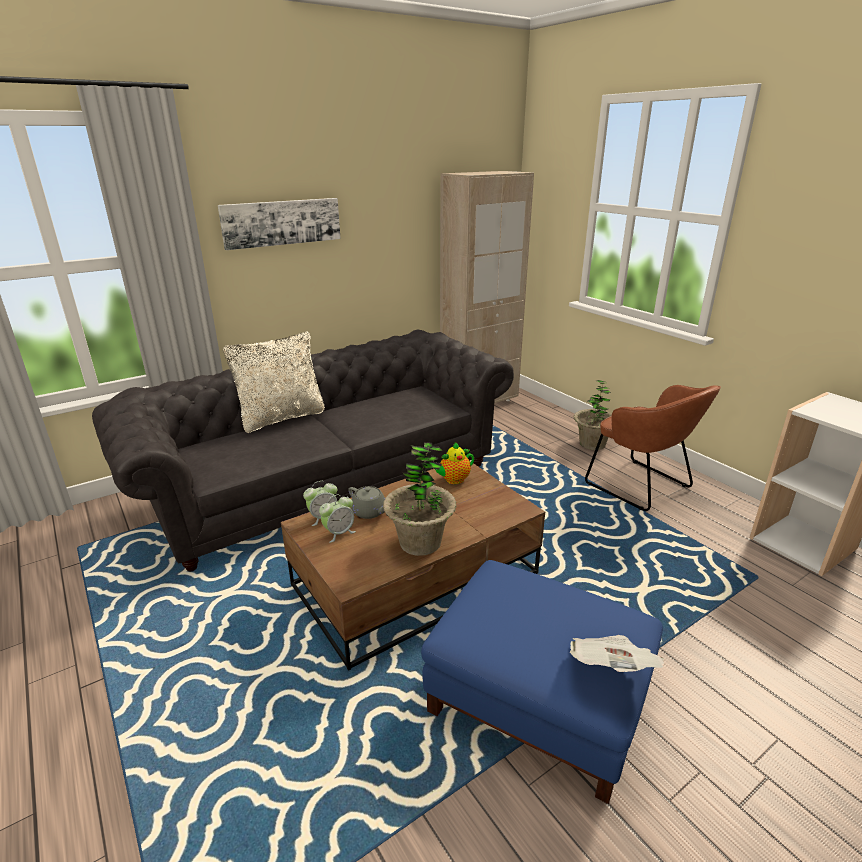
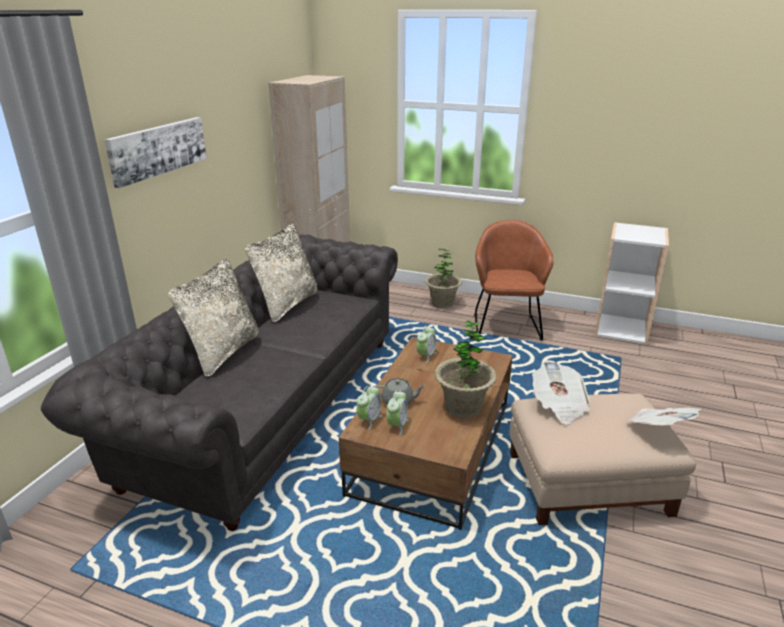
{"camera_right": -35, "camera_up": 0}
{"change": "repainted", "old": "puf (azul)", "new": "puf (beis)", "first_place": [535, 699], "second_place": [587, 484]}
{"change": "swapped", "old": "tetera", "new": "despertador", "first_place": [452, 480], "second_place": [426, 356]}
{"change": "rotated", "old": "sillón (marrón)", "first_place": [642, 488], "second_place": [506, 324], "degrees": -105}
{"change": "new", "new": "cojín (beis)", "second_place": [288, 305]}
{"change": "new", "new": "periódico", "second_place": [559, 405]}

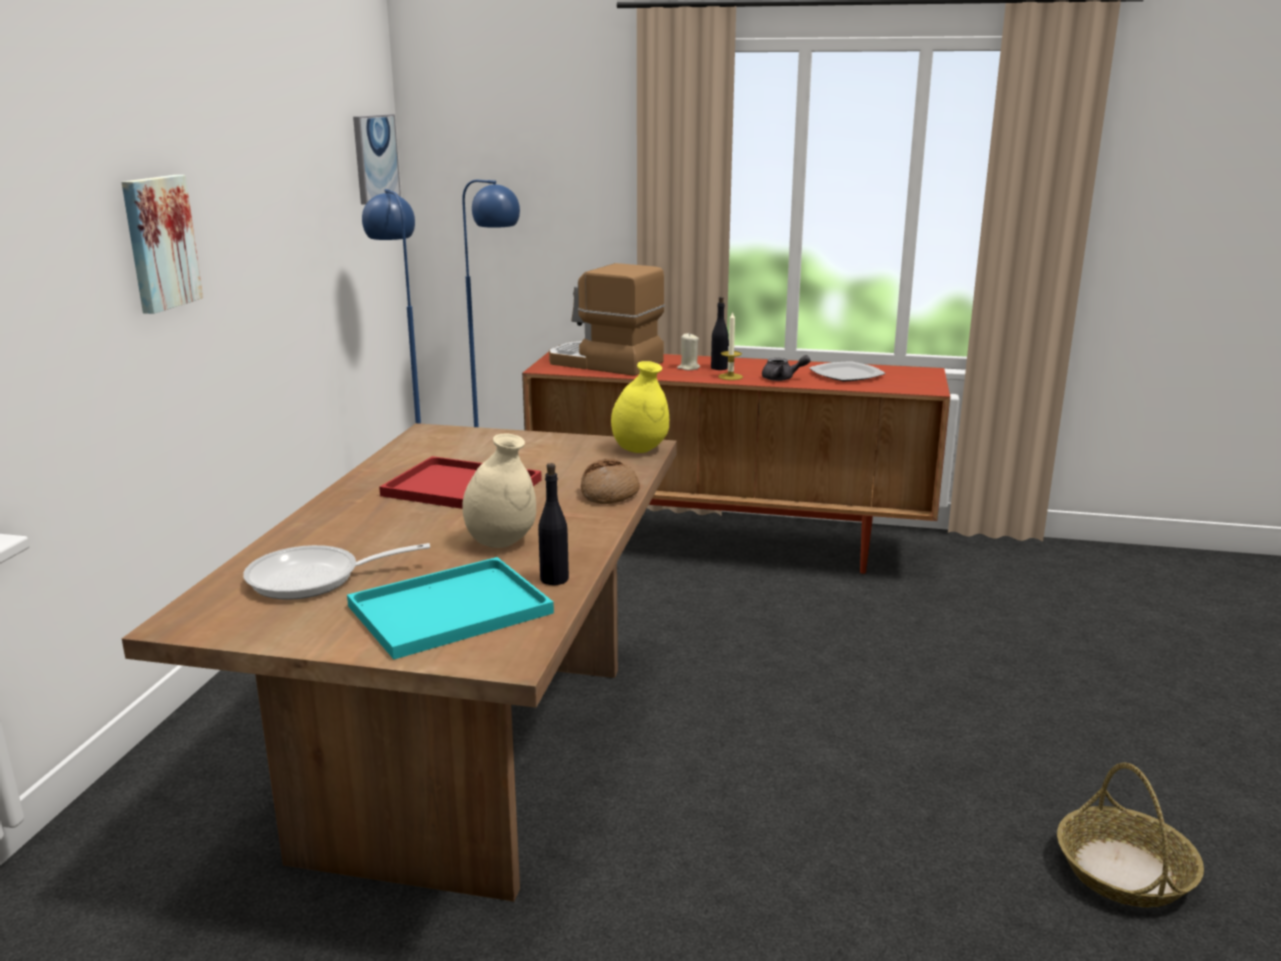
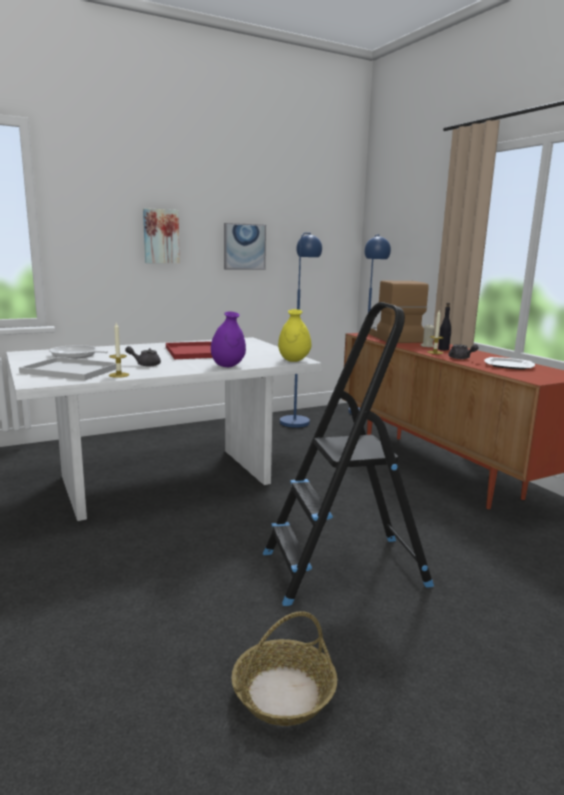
{"camera_right": 50, "camera_up": -5}
{"change": "repainted", "old": "mesa de comedor (marrón)", "new": "mesa de comedor (blanco)", "first_place": [475, 755], "second_place": [165, 481]}
{"change": "repainted", "old": "bandeja (turquesa)", "new": "bandeja (blanco)", "first_place": [447, 611], "second_place": [68, 370]}
{"change": "shifted", "old": "cuadro", "first_place": [375, 158], "second_place": [244, 246]}
{"change": "swapped", "old": "florero (beis)", "new": "tetera (gris)", "first_place": [501, 542], "second_place": [145, 364]}
{"change": "swapped", "old": "botella (negro)", "new": "vela", "first_place": [554, 579], "second_place": [119, 375]}
{"change": "swapped", "old": "pan", "new": "florero (morado)", "first_place": [610, 493], "second_place": [228, 366]}
{"change": "new", "new": "escalera de tijera (negro)", "second_place": [342, 569]}

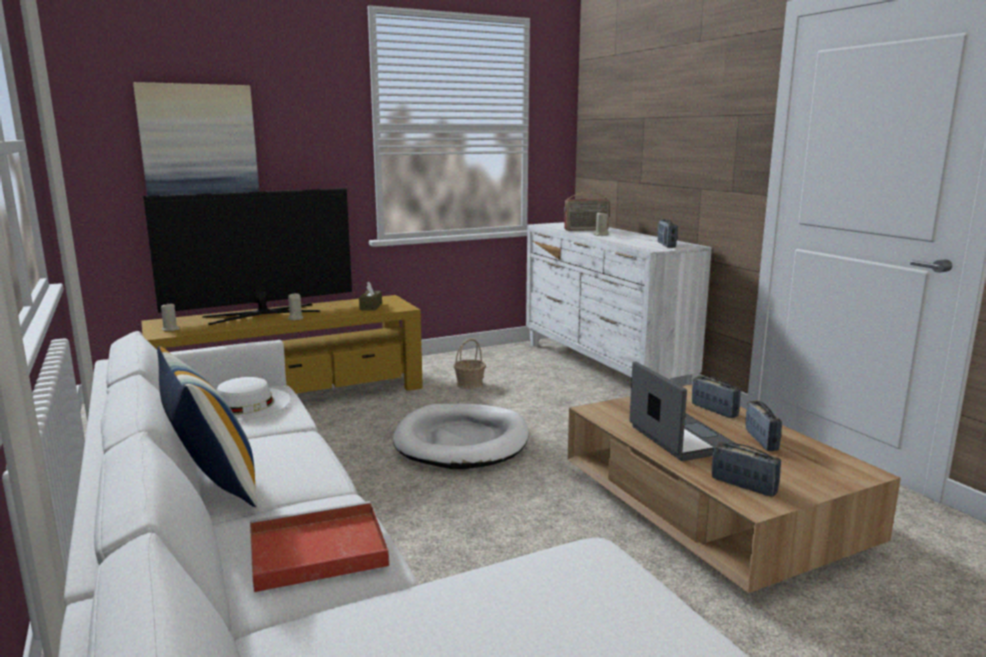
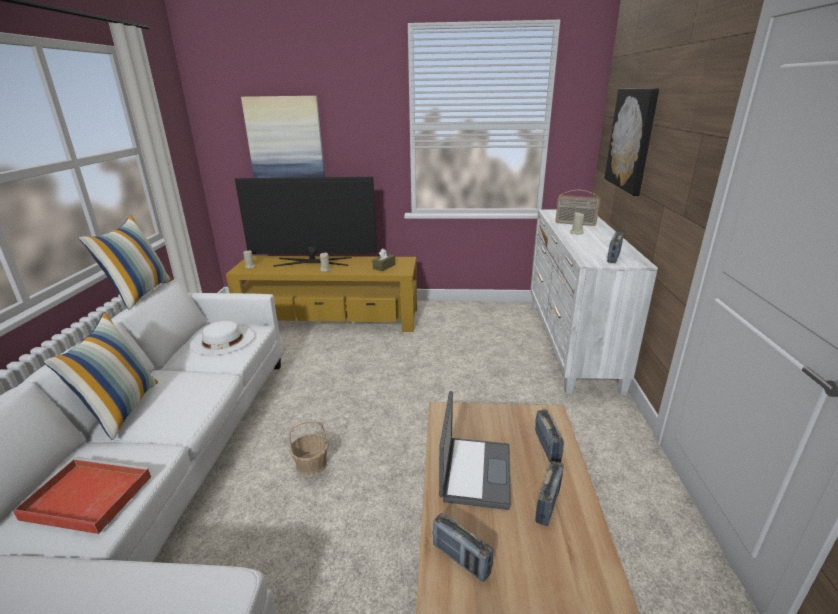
{"camera_right": 30, "camera_up": 10}
{"change": "gone", "old": "cama para perro (blanco)", "first_place": [462, 441]}
{"change": "shifted", "old": "cesta", "first_place": [470, 384], "second_place": [312, 465]}
{"change": "rotated", "old": "radio", "first_place": [743, 486], "second_place": [461, 559], "degrees": 150}
{"change": "new", "new": "cojín", "second_place": [140, 293]}
{"change": "new", "new": "cuadro", "second_place": [631, 139]}

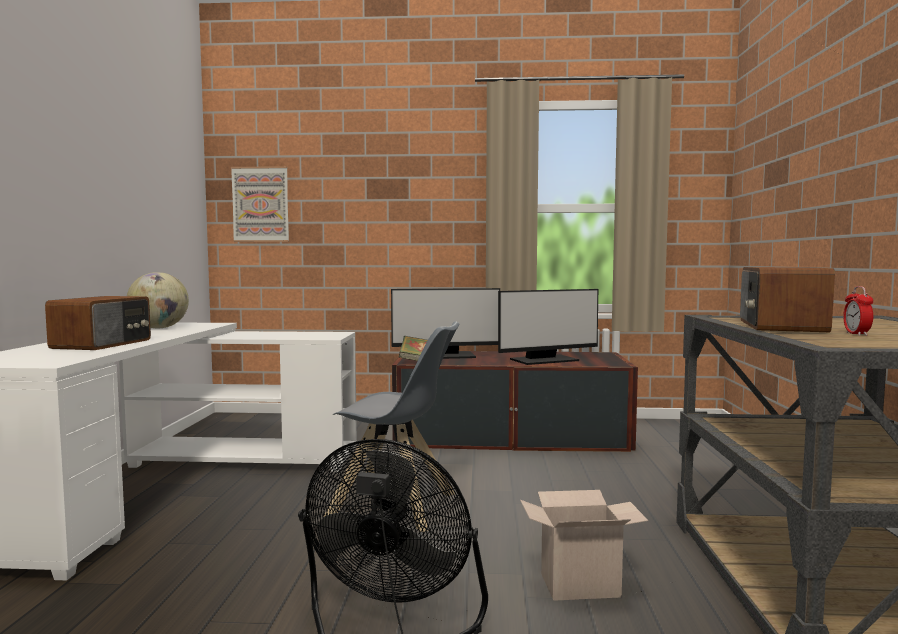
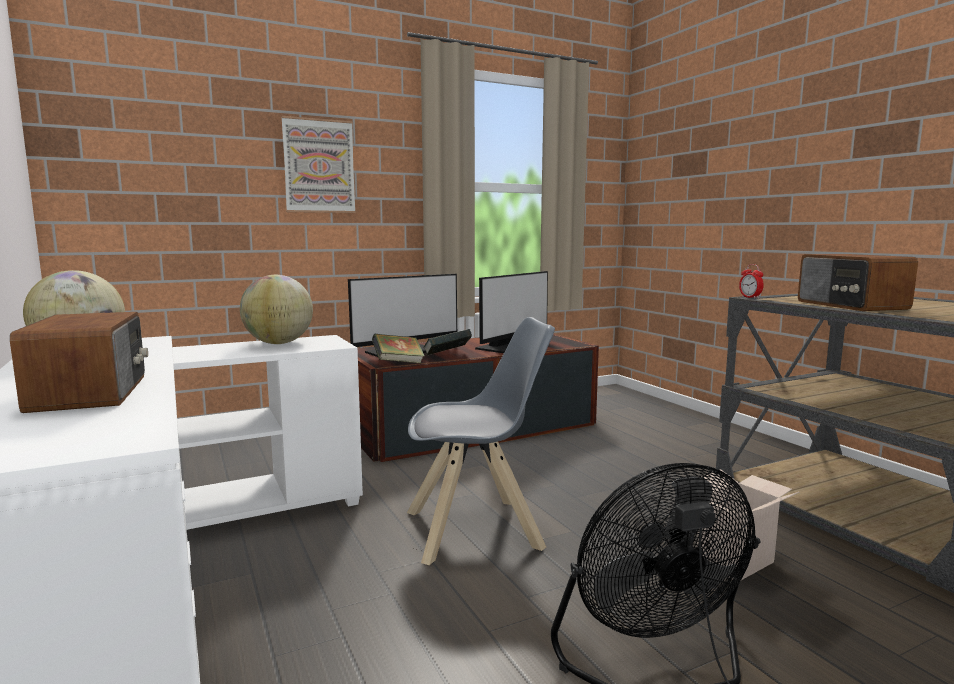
{"camera_right": -30, "camera_up": 5}
{"change": "shifted", "old": "cuadro", "first_place": [260, 204], "second_place": [319, 166]}
{"change": "shifted", "old": "despertador", "first_place": [856, 334], "second_place": [750, 297]}
{"change": "new", "new": "globo terráqueo", "second_place": [278, 343]}
{"change": "new", "new": "libro", "second_place": [447, 356]}

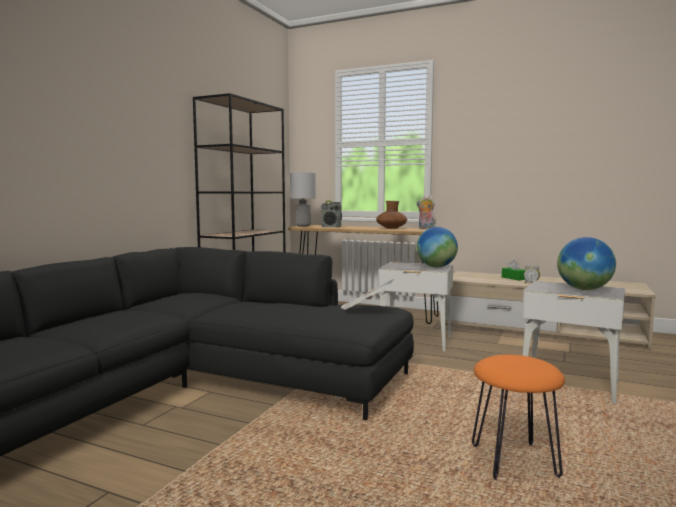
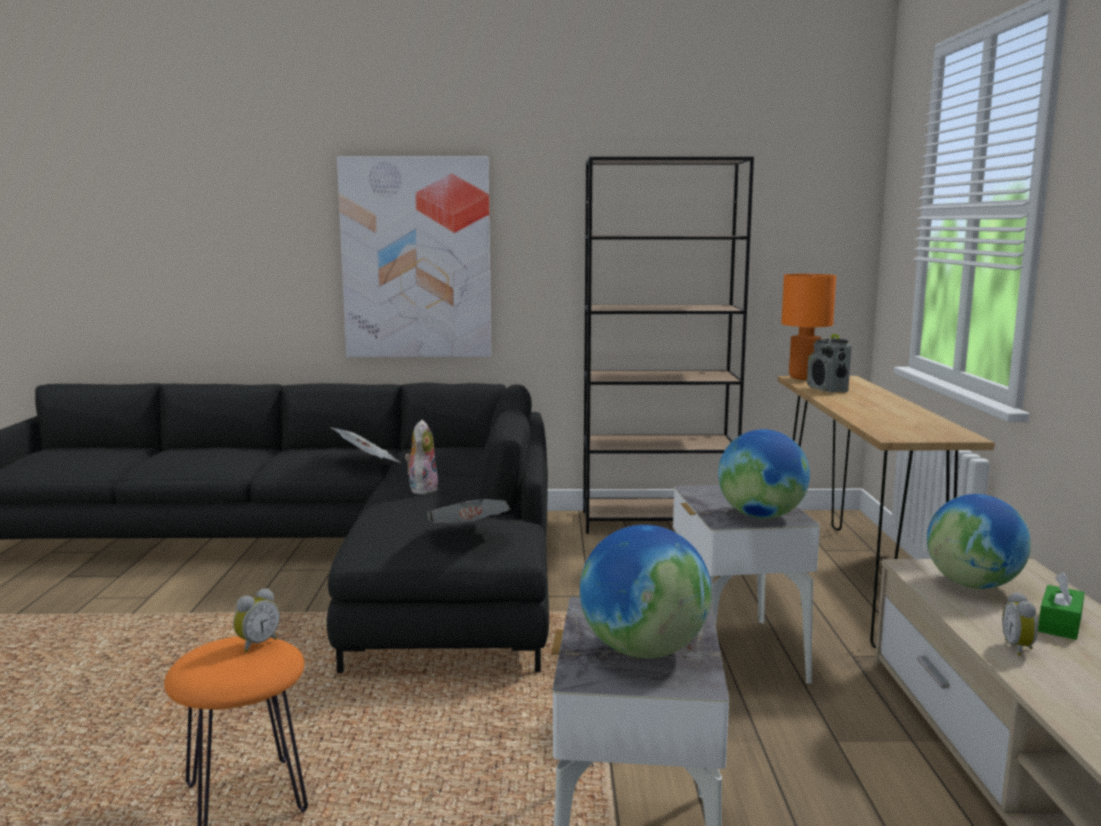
{"camera_right": 65, "camera_up": 5}
{"change": "repainted", "old": "lámpara de mesa (gris)", "new": "lámpara de mesa (naranja)", "first_place": [303, 226], "second_place": [803, 379]}
{"change": "gone", "old": "florero (marrón)", "first_place": [391, 228]}
{"change": "shifted", "old": "peluche", "first_place": [426, 229], "second_place": [422, 489]}
{"change": "new", "new": "despertador", "second_place": [256, 644]}
{"change": "new", "new": "periódico", "second_place": [367, 462]}
{"change": "new", "new": "cuadro", "second_place": [416, 258]}
{"change": "new", "new": "globo terráqueo", "second_place": [973, 585]}

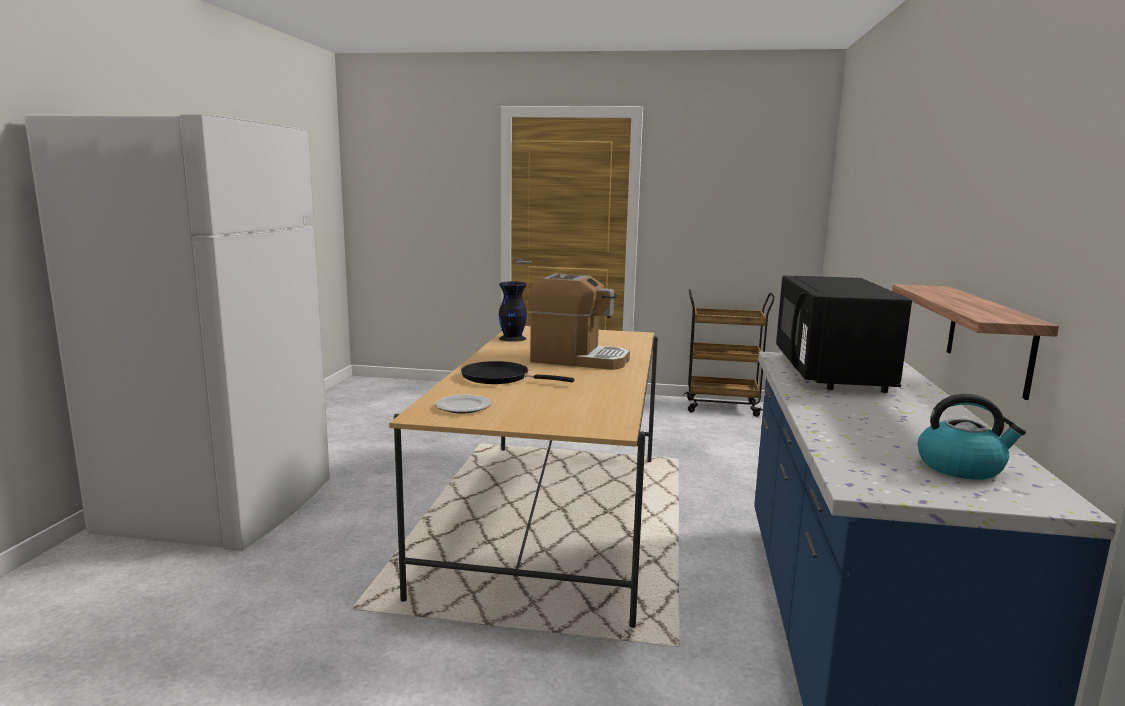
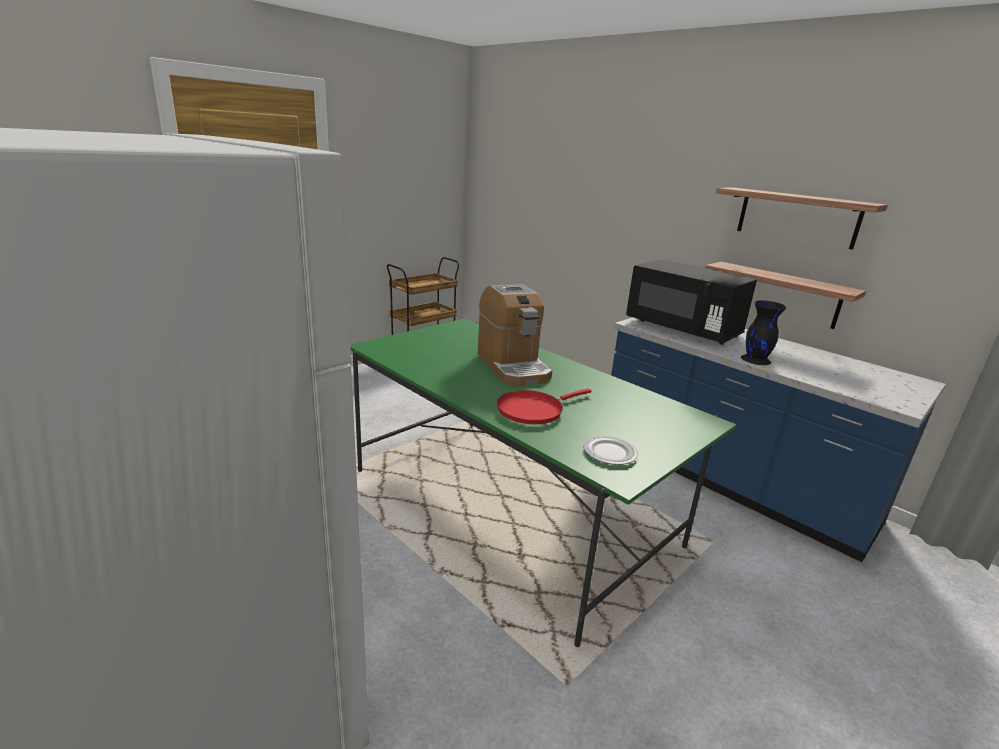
{"camera_right": -55, "camera_up": 10}
{"change": "repainted", "old": "mesa de comedor (beis)", "new": "mesa de comedor (verde)", "first_place": [551, 517], "second_place": [510, 507]}
{"change": "repainted", "old": "sartén (negro)", "new": "sartén (rojo)", "first_place": [500, 378], "second_place": [533, 410]}
{"change": "shifted", "old": "florero (negro)", "first_place": [512, 338], "second_place": [756, 359]}
{"change": "rotated", "old": "cafetera", "first_place": [578, 359], "second_place": [513, 366], "degrees": 105}
{"change": "gone", "old": "hervidor", "first_place": [961, 467]}
{"change": "new", "new": "estante", "second_place": [797, 217]}

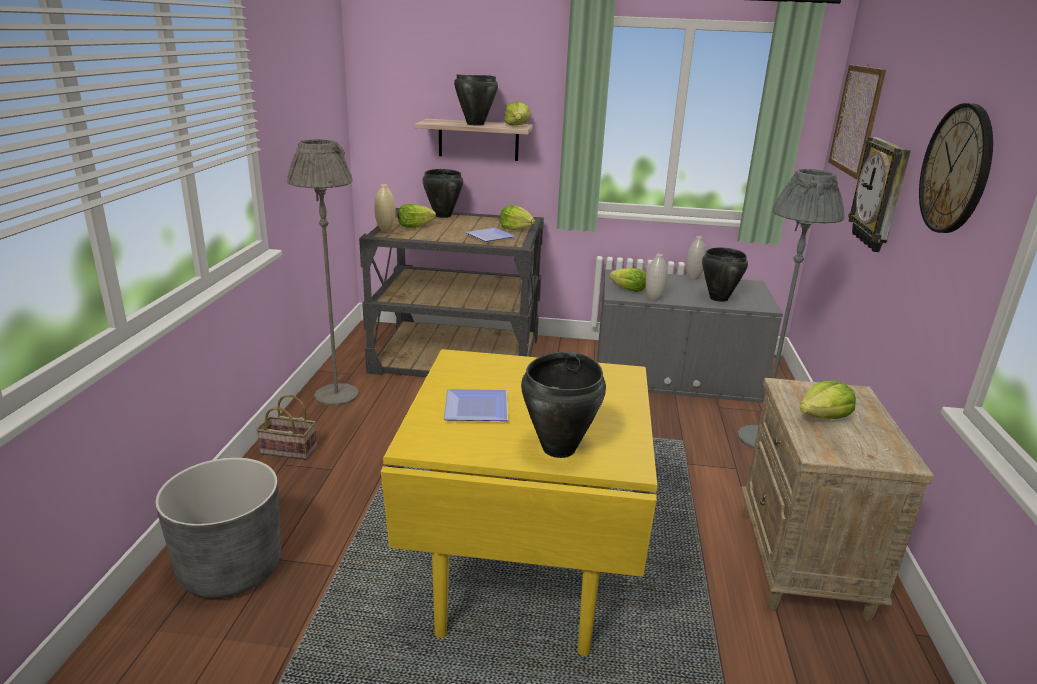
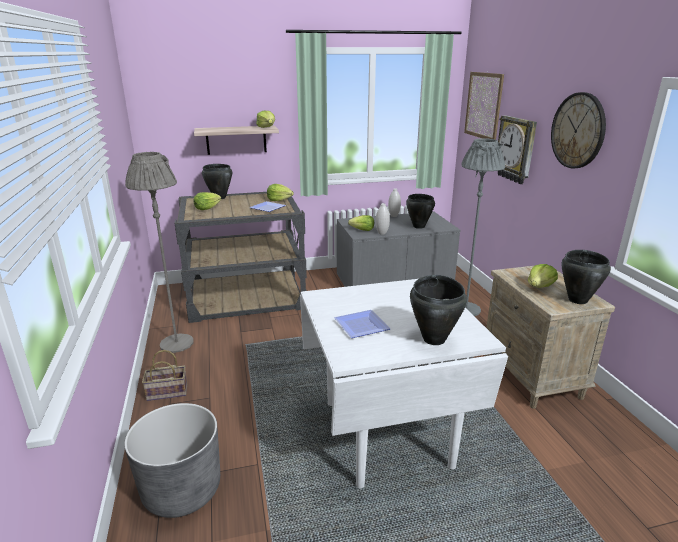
{"camera_right": -20, "camera_up": 0}
{"change": "gone", "old": "florero (beis)", "first_place": [385, 230]}
{"change": "repainted", "old": "mesa de comedor (amarillo)", "new": "mesa de comedor (blanco)", "first_place": [524, 578], "second_place": [387, 433]}
{"change": "shifted", "old": "olla (negro)", "first_place": [475, 124], "second_place": [577, 300]}

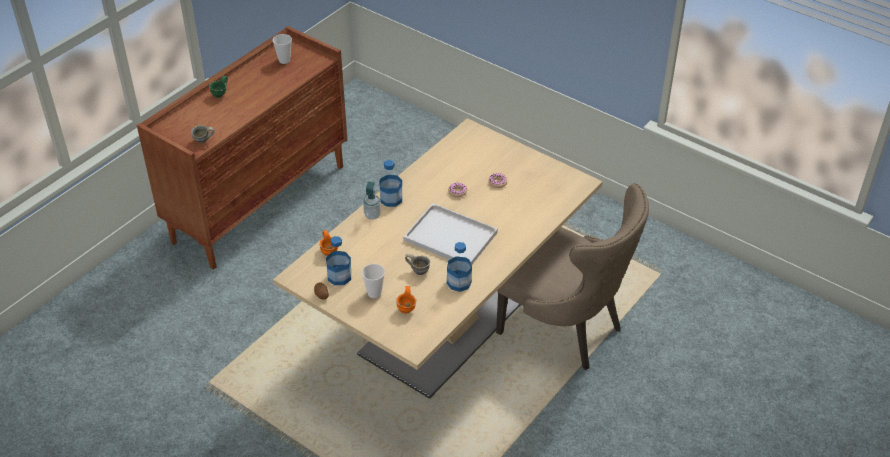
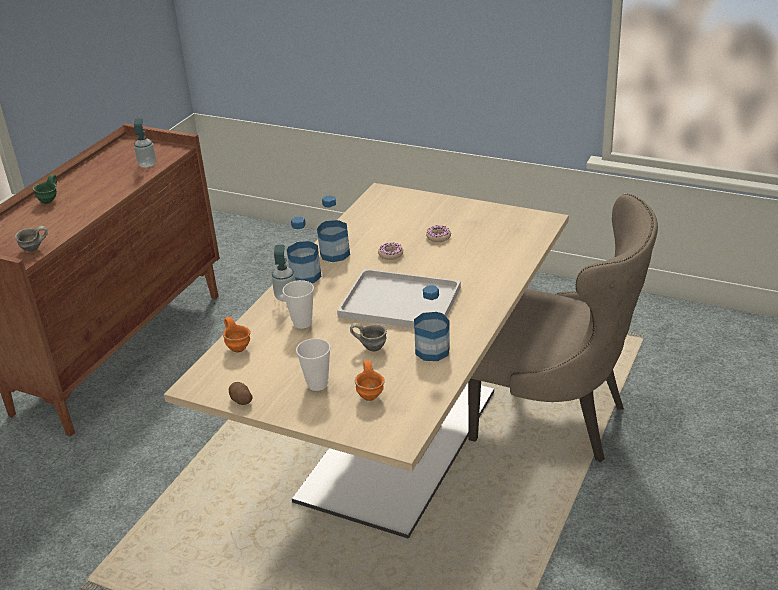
{"camera_right": -10, "camera_up": -10}
{"change": "shifted", "old": "taza", "first_place": [284, 60], "second_place": [302, 323]}
{"change": "shifted", "old": "botella", "first_place": [339, 276], "second_place": [335, 254]}
{"change": "new", "new": "dispensador de jabón", "second_place": [147, 164]}

